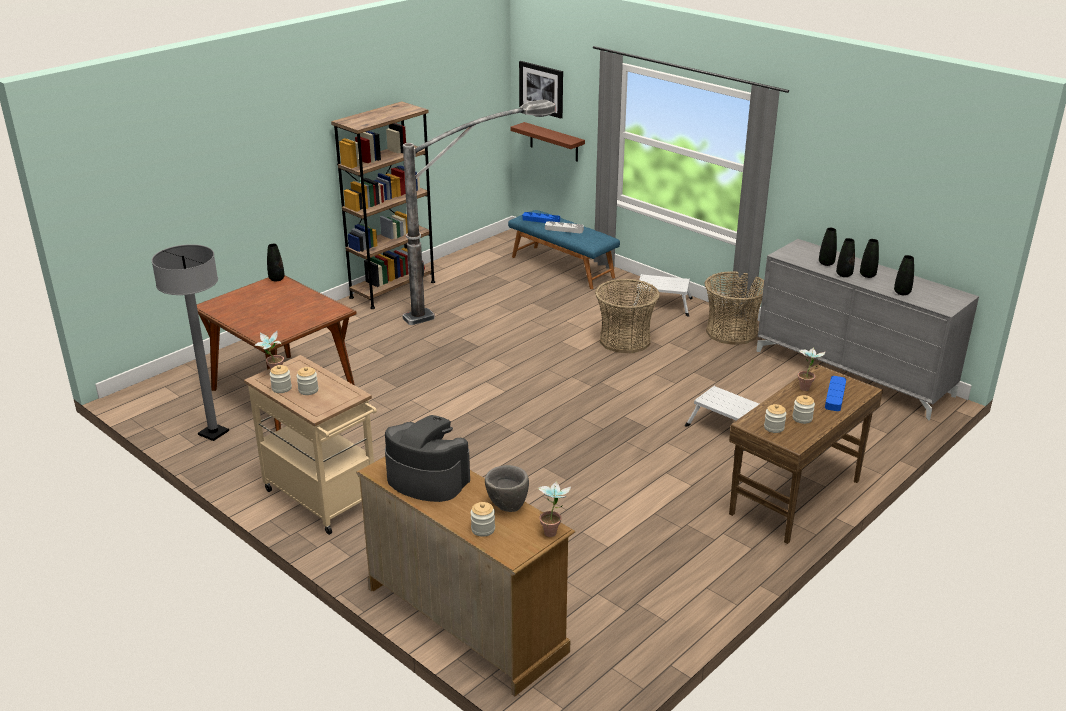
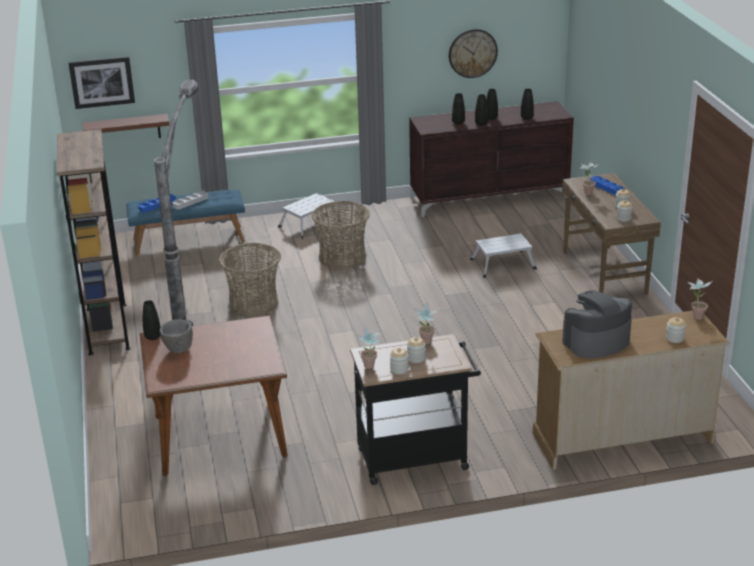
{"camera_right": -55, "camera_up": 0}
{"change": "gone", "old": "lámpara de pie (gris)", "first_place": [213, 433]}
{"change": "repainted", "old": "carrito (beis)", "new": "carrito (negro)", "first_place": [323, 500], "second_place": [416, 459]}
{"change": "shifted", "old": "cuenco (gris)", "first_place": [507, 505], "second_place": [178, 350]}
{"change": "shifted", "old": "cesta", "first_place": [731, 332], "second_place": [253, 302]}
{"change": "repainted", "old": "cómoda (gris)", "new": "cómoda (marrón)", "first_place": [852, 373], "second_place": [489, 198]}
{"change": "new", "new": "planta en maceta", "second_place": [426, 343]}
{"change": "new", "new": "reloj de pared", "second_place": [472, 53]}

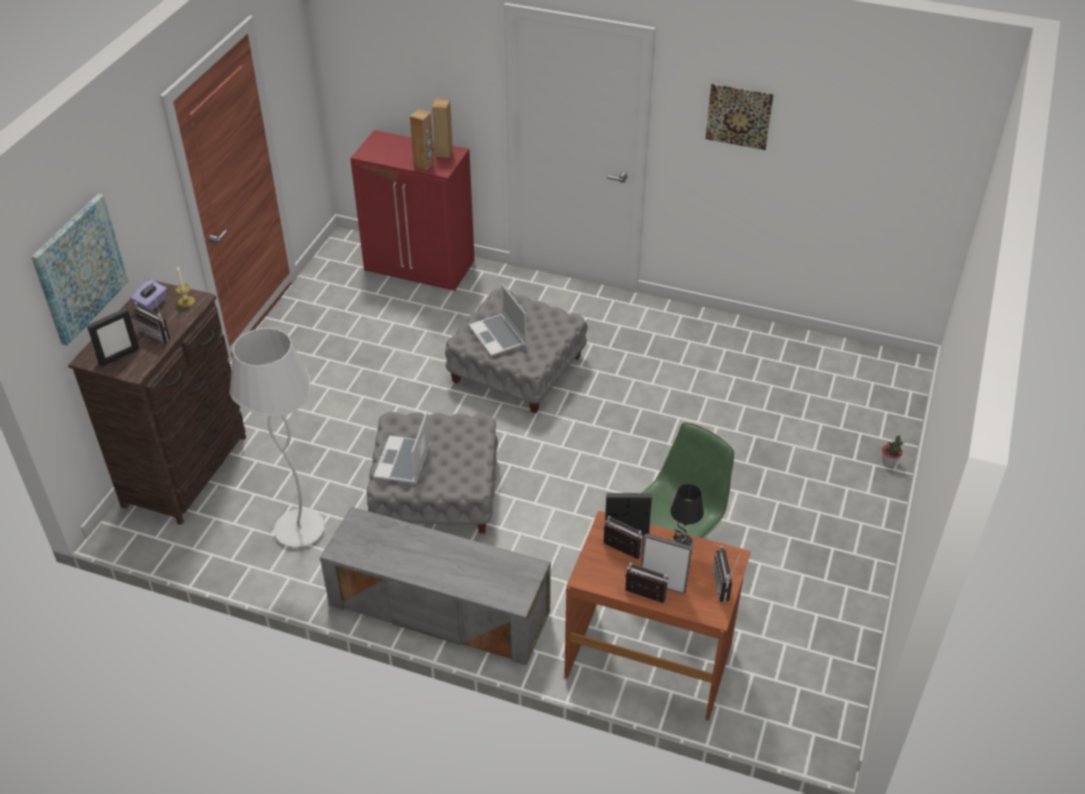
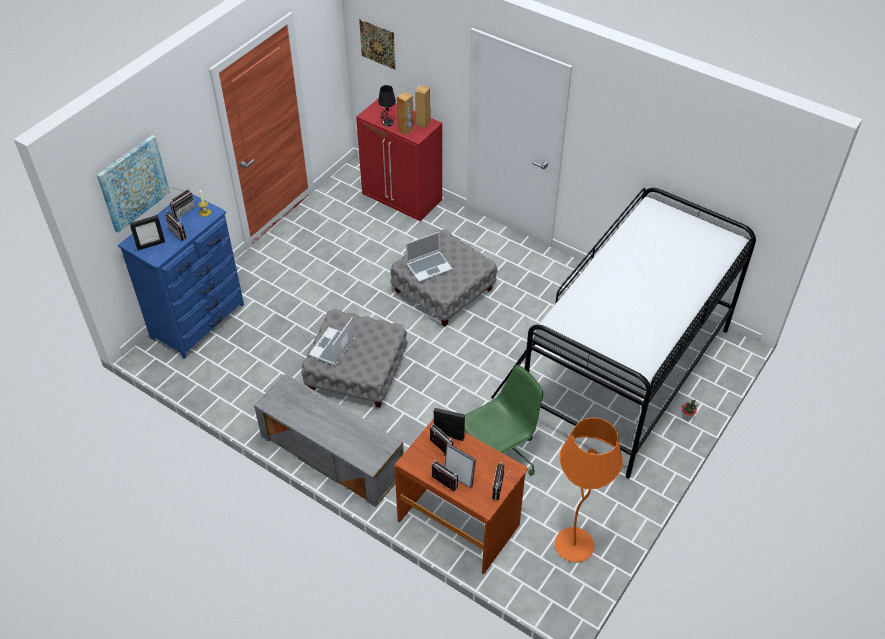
{"camera_right": 15, "camera_up": 5}
{"change": "repainted", "old": "cómoda (marrón)", "new": "cómoda (azul)", "first_place": [187, 471], "second_place": [199, 322]}
{"change": "swapped", "old": "caja de pañuelos (morado)", "new": "radio", "first_place": [151, 304], "second_place": [182, 210]}
{"change": "gone", "old": "lámpara de pie (blanco)", "first_place": [299, 530]}
{"change": "rotated", "old": "portátil", "first_place": [498, 336], "second_place": [429, 267], "degrees": -105}
{"change": "shifted", "old": "lámpara de mesa (negro)", "first_place": [682, 544], "second_place": [387, 123]}
{"change": "shifted", "old": "cuadro", "first_place": [738, 116], "second_place": [377, 44]}
{"change": "new", "new": "cama (negro)", "second_place": [623, 374]}
{"change": "new", "new": "lámpara de pie (naranja)", "second_place": [574, 546]}

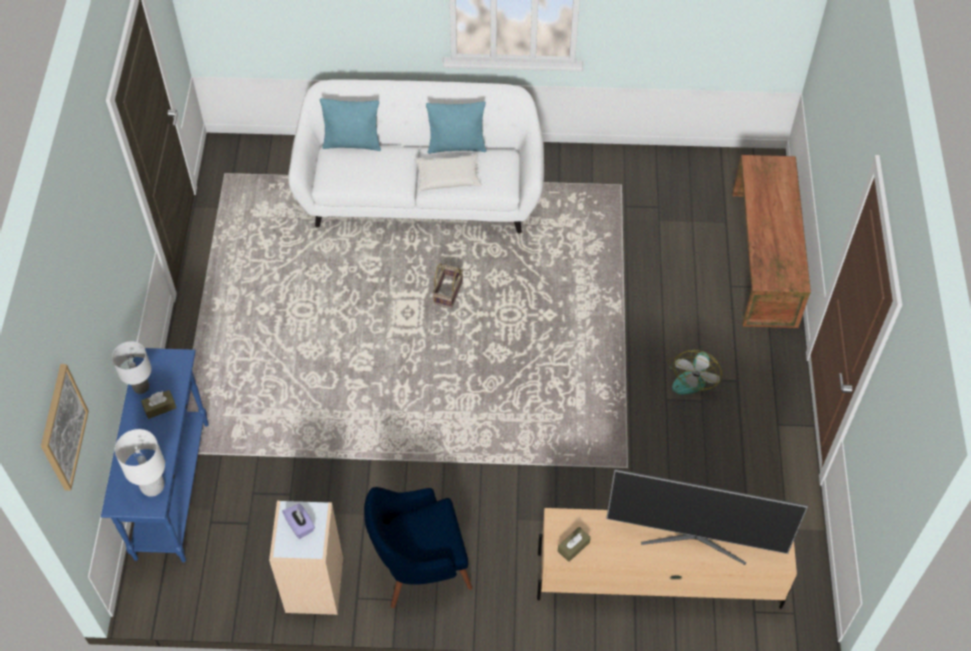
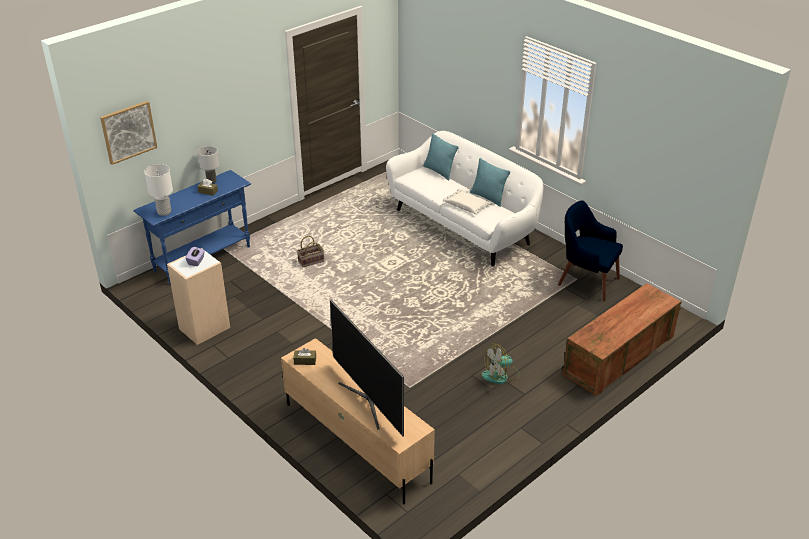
{"camera_right": 45, "camera_up": -20}
{"change": "shifted", "old": "sillón (azul)", "first_place": [420, 568], "second_place": [586, 281]}
{"change": "shifted", "old": "cesta", "first_place": [447, 292], "second_place": [311, 261]}

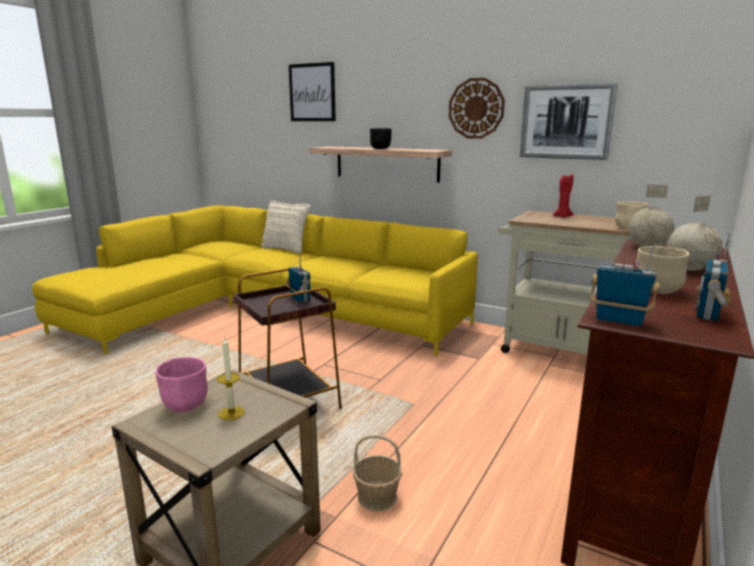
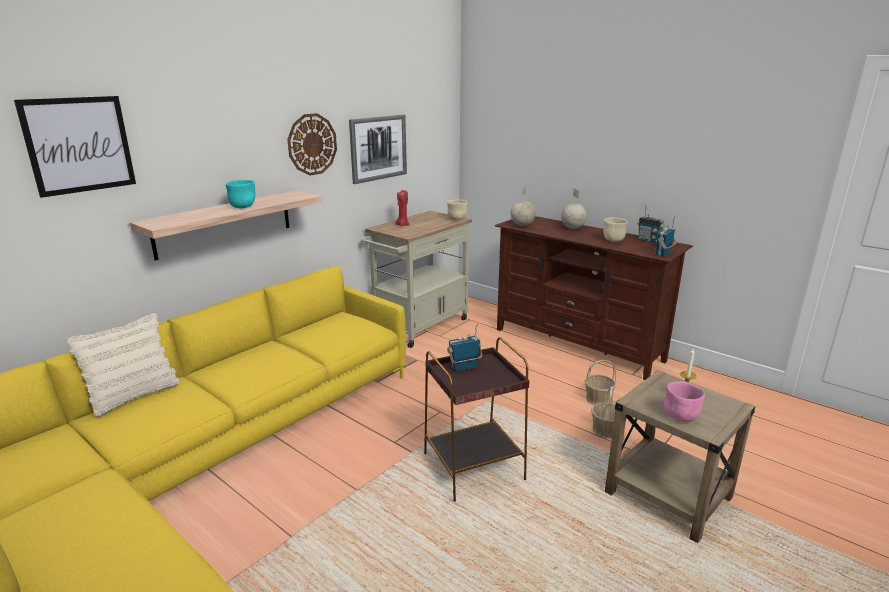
{"camera_right": -80, "camera_up": 5}
{"change": "repainted", "old": "cuenco (negro)", "new": "cuenco (turquesa)", "first_place": [381, 148], "second_place": [243, 206]}
{"change": "new", "new": "cesta", "second_place": [597, 399]}

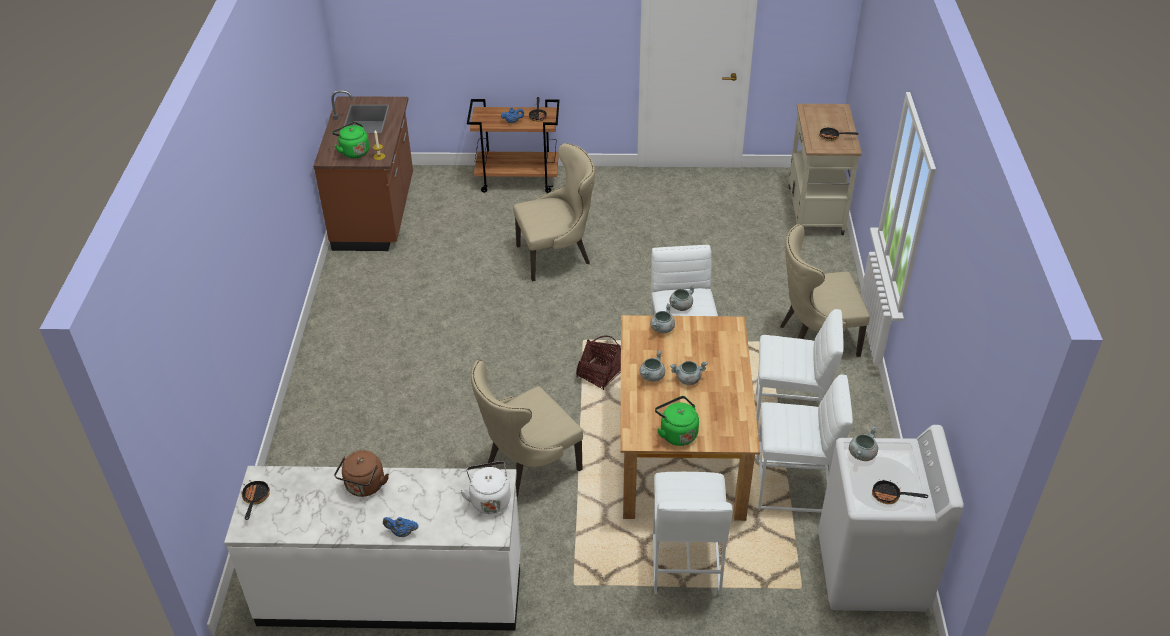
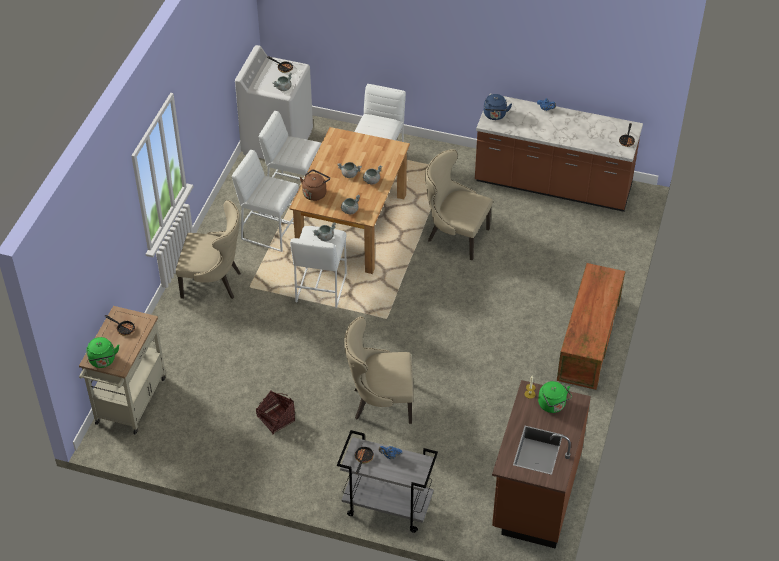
{"camera_right": -165, "camera_up": 5}
{"change": "repainted", "old": "mueble bajo de cocina (blanco)", "new": "mueble bajo de cocina (marrón)", "first_place": [391, 590], "second_place": [552, 186]}
{"change": "shifted", "old": "hervidor (marrón)", "first_place": [364, 487], "second_place": [315, 193]}
{"change": "repainted", "old": "hervidor (blanco)", "new": "hervidor (azul)", "first_place": [489, 499], "second_place": [495, 115]}
{"change": "repainted", "old": "carrito (marrón)", "new": "carrito (gris)", "first_place": [518, 180], "second_place": [386, 507]}
{"change": "rotated", "old": "silla (beis)", "first_place": [528, 467], "second_place": [455, 236], "degrees": -135}
{"change": "shifted", "old": "cesta", "first_place": [599, 374], "second_place": [276, 419]}
{"change": "shifted", "old": "hervidor (verde)", "first_place": [676, 433], "second_place": [103, 361]}
{"change": "new", "new": "banco (marrón)", "second_place": [590, 340]}

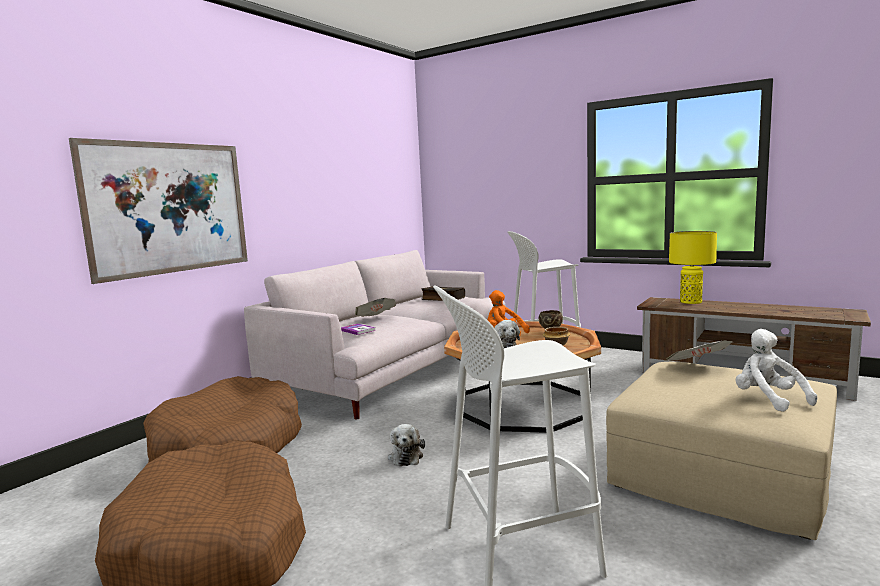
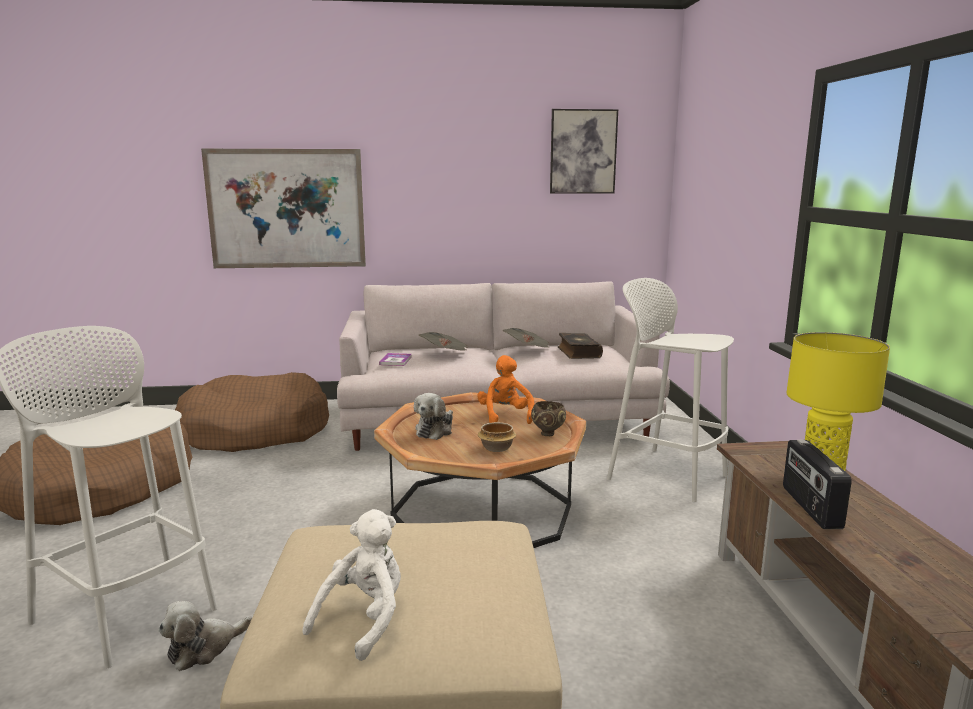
{"camera_right": 50, "camera_up": 5}
{"change": "shifted", "old": "peluche", "first_place": [406, 456], "second_place": [204, 648]}
{"change": "shifted", "old": "periódico", "first_place": [696, 367], "second_place": [528, 351]}
{"change": "new", "new": "cuadro", "second_place": [583, 152]}
{"change": "new", "new": "radio", "second_place": [810, 507]}

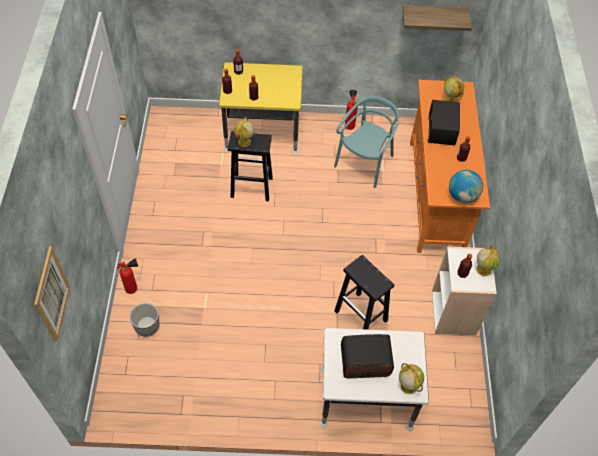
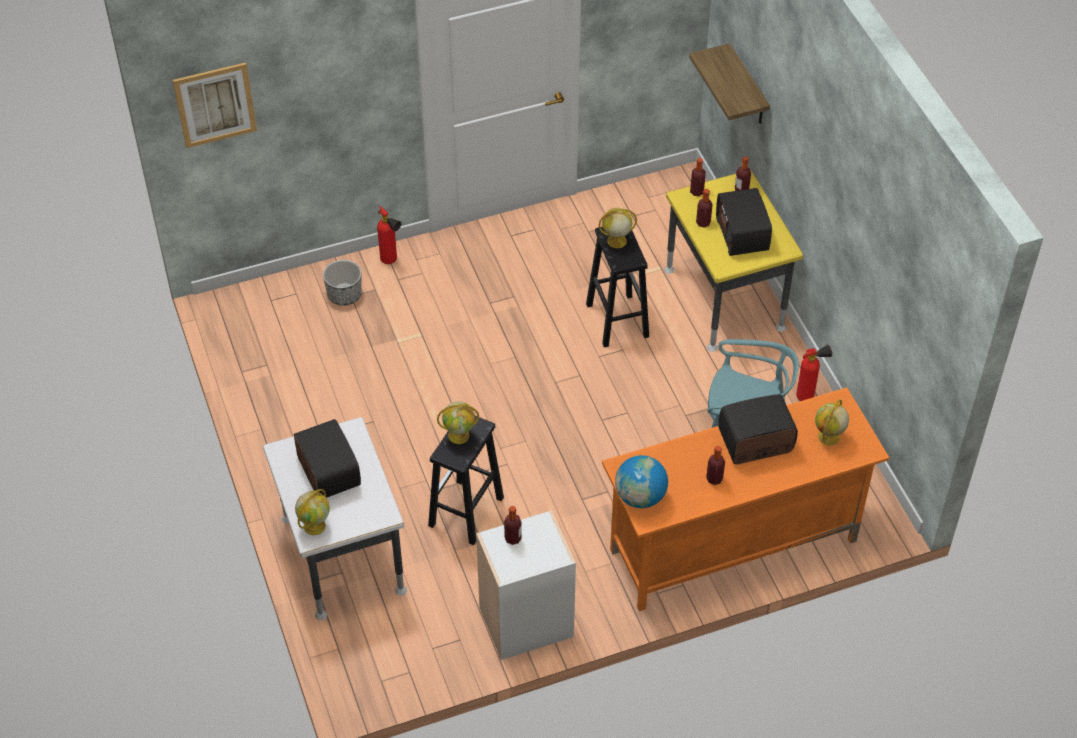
{"camera_right": 70, "camera_up": -5}
{"change": "shifted", "old": "estante", "first_place": [433, 16], "second_place": [748, 87]}
{"change": "shifted", "old": "globo terráqueo", "first_place": [483, 269], "second_place": [459, 435]}
{"change": "new", "new": "radio", "second_place": [743, 234]}

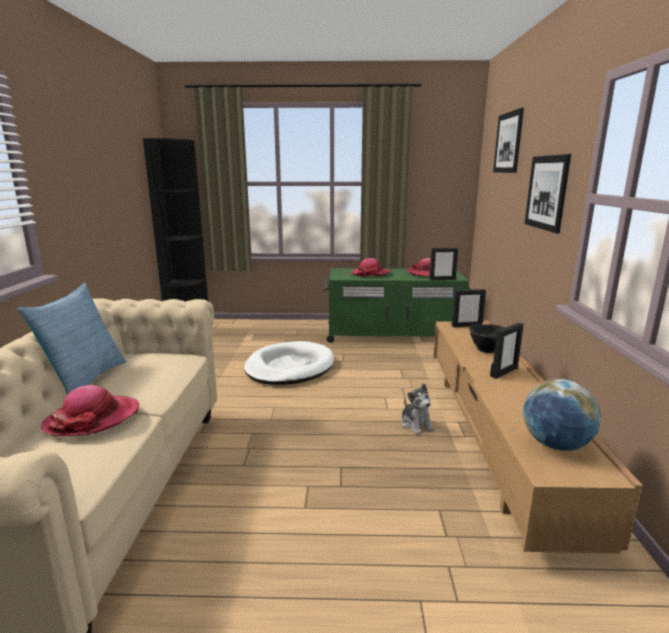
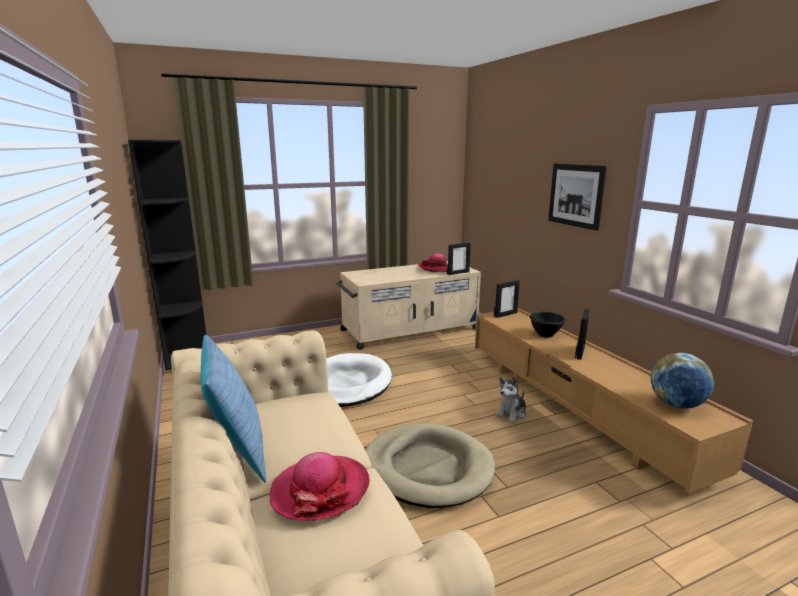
{"camera_right": -25, "camera_up": 0}
{"change": "repainted", "old": "armario (verde)", "new": "armario (beis)", "first_place": [393, 333], "second_place": [411, 330]}
{"change": "gone", "old": "sombrero", "first_place": [370, 273]}
{"change": "rotated", "old": "peluche", "first_place": [416, 424], "second_place": [511, 413], "degrees": 90}
{"change": "gone", "old": "cuadro", "first_place": [508, 142]}
{"change": "new", "new": "cama para perro (beis)", "second_place": [427, 469]}

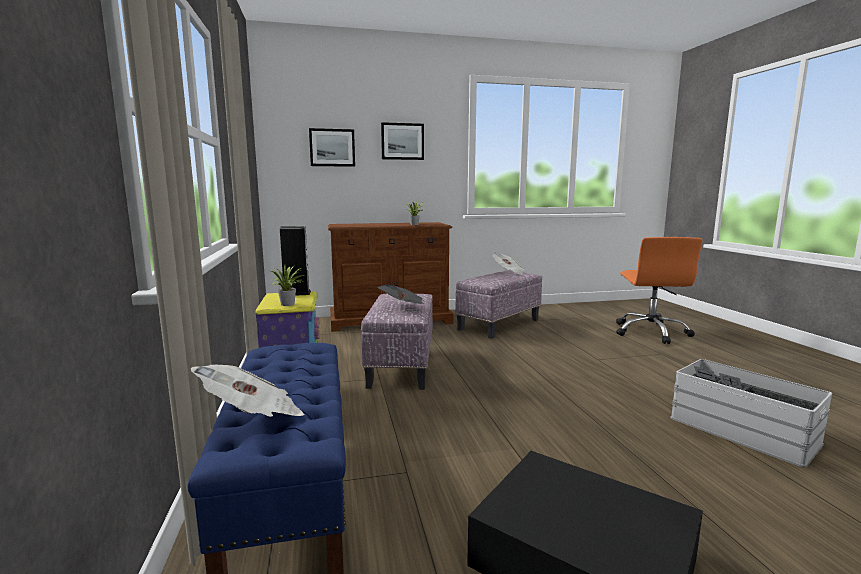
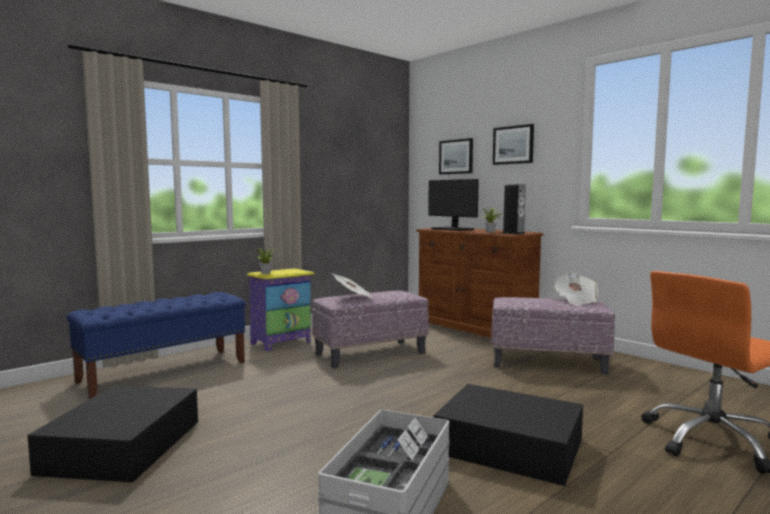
{"camera_right": 60, "camera_up": -5}
{"change": "gone", "old": "periódico", "first_place": [253, 415]}
{"change": "shifted", "old": "altavoz", "first_place": [296, 293], "second_place": [513, 233]}
{"change": "new", "new": "monitor", "second_place": [453, 229]}
{"change": "new", "new": "caja de almacenaje (negro)", "second_place": [507, 445]}

